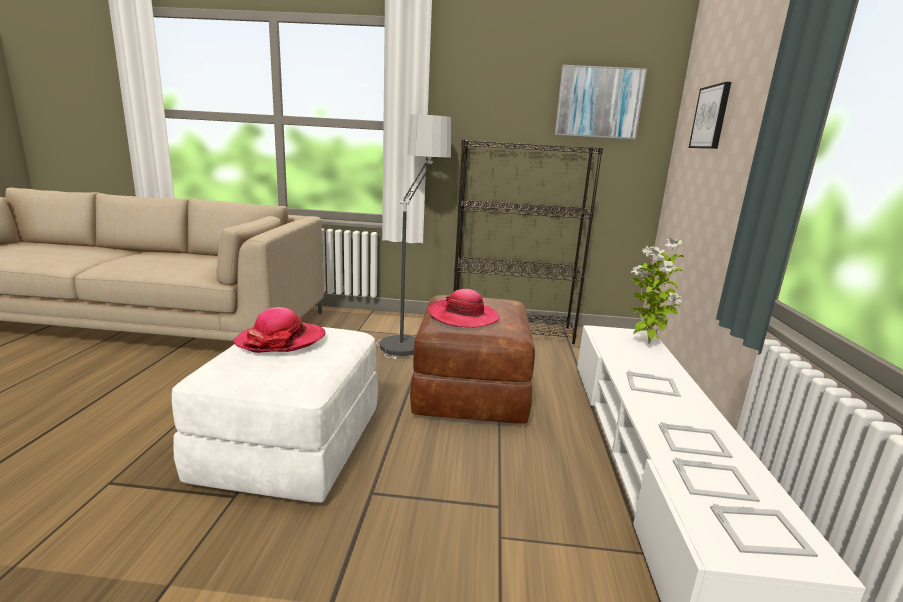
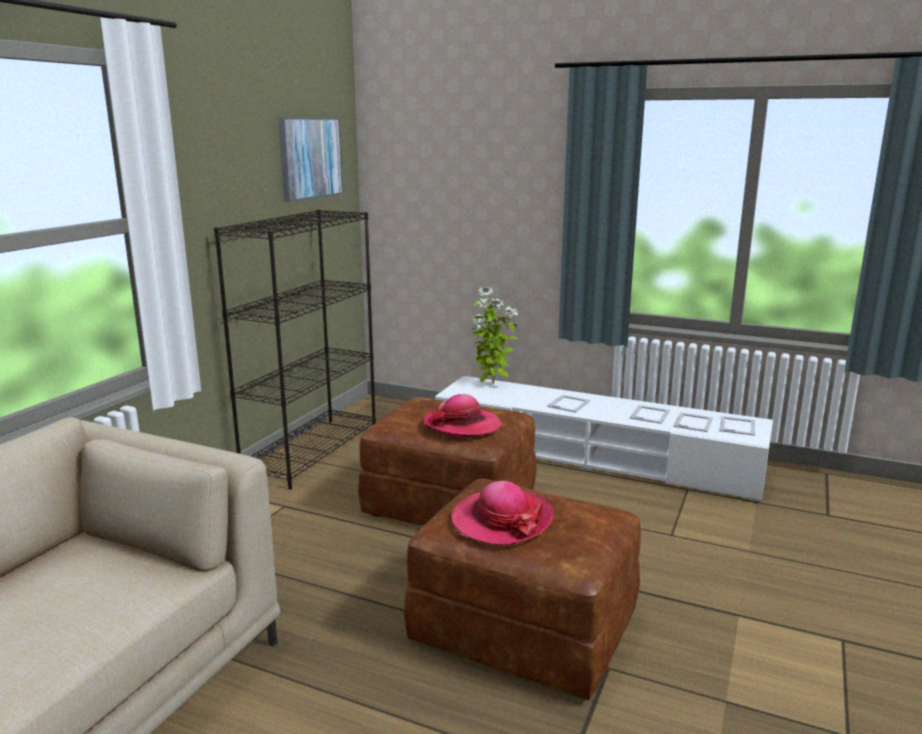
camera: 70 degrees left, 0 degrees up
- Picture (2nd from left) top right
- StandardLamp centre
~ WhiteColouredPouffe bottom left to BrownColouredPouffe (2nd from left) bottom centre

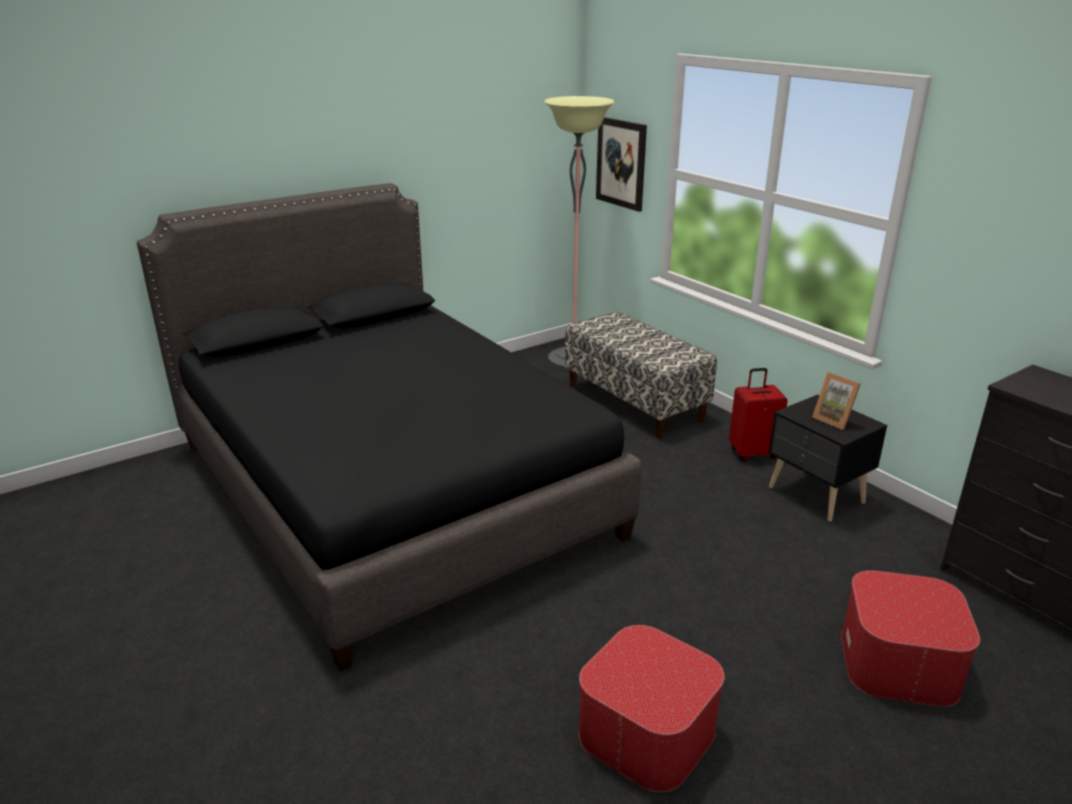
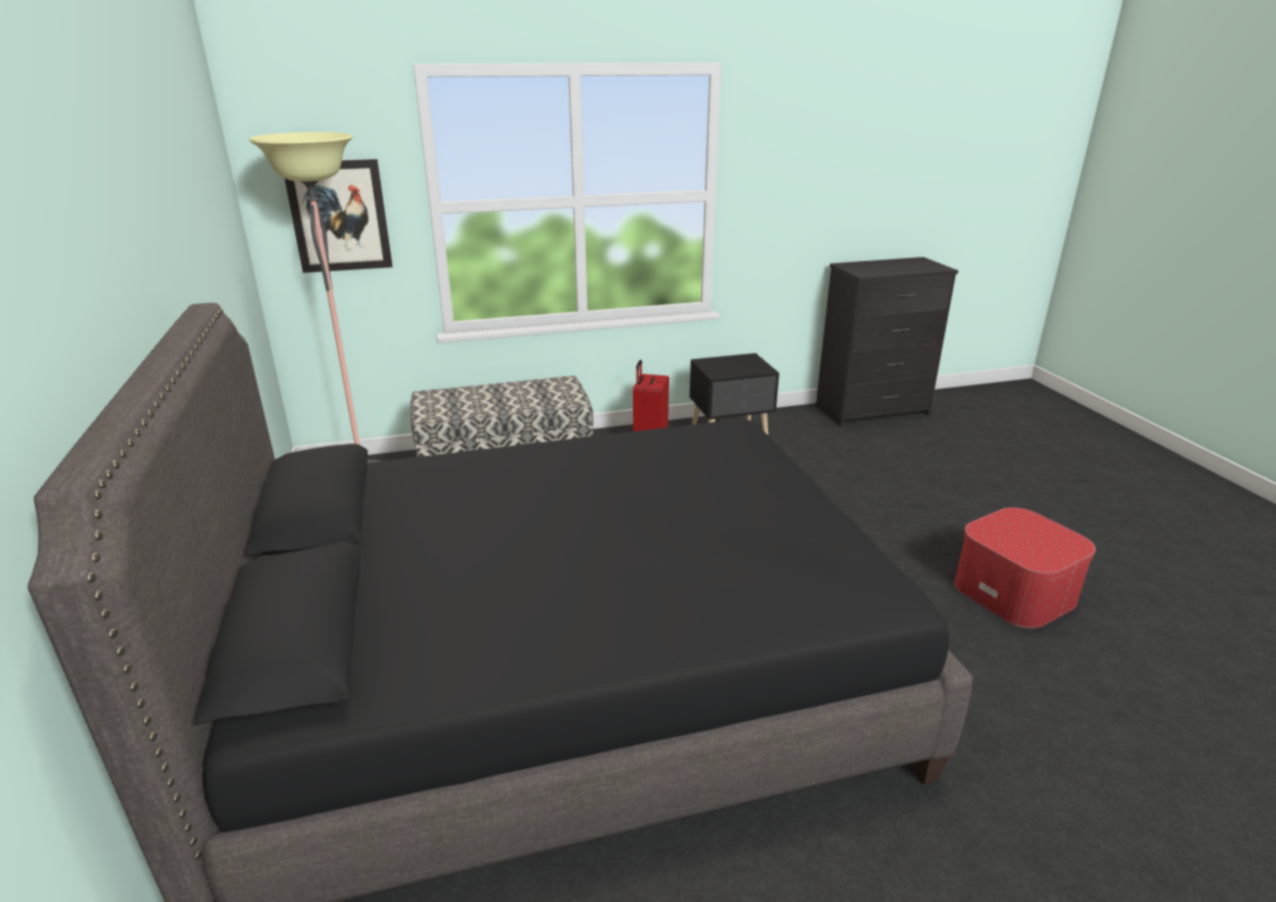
camera: 70 degrees left, 0 degrees up
- PictureFrame middle right
- Pouffe (2nd from left) bottom right

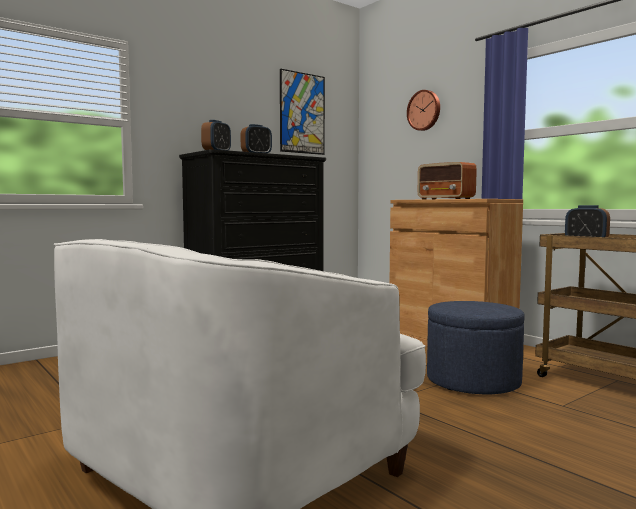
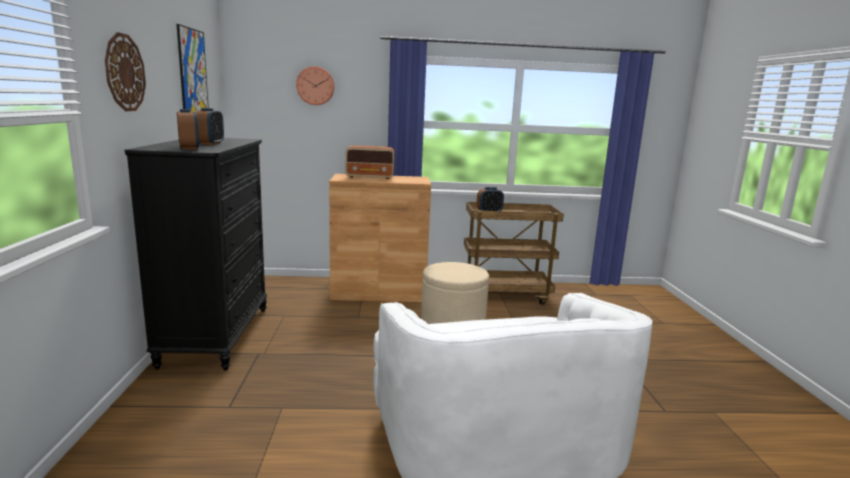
camera: 55 degrees left, 10 degrees up
~ BluePouffe bottom right to SandColouredPouffe centre
+ ClockOnTheWall (1st from left) top left

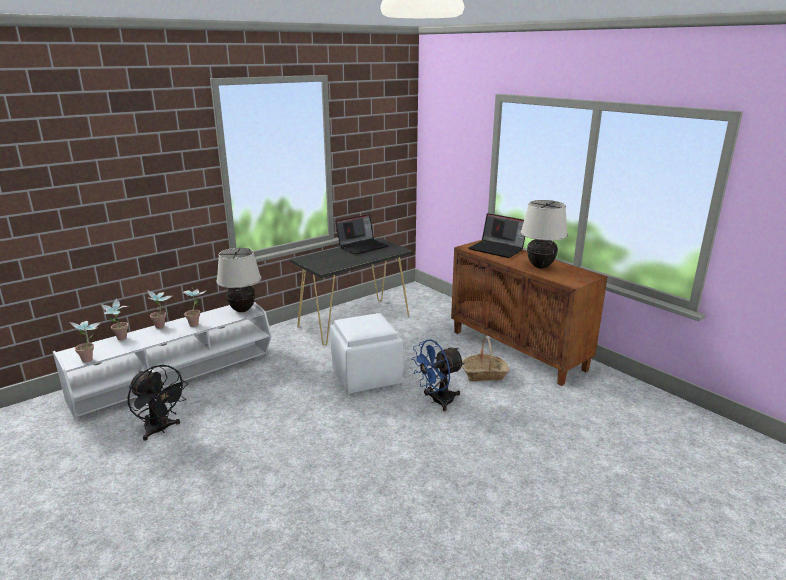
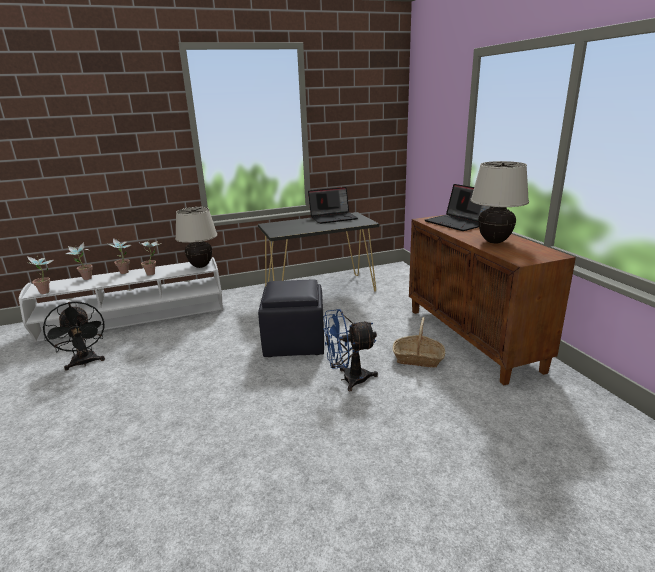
camera: 20 degrees right, 0 degrees up
~ WhiteColouredPouffe centre to BlackPouffe centre

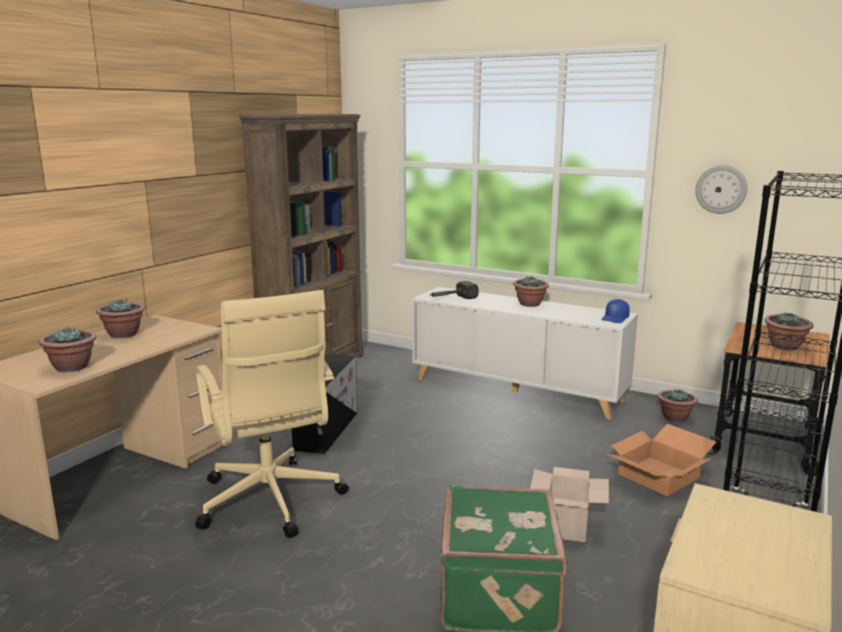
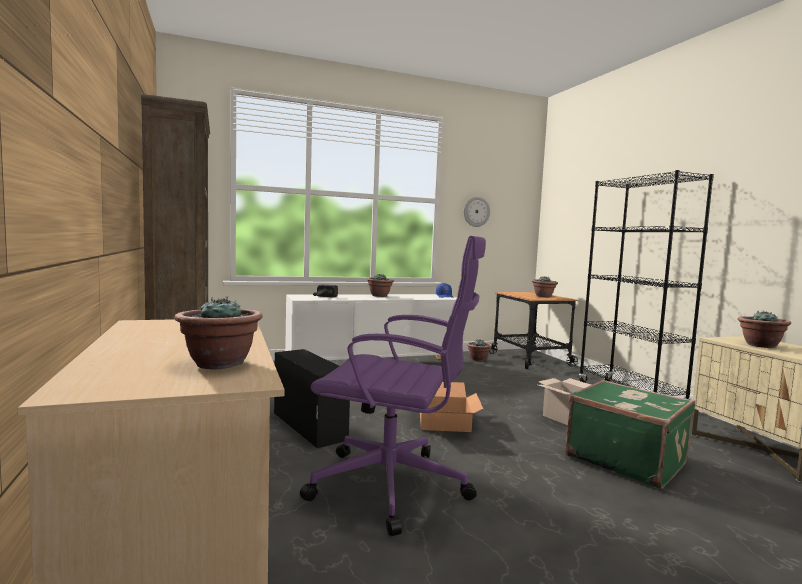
camera: 50 degrees left, 10 degrees down
~ SandColouredOfficeChair middle left to PurpleColouredOfficeChair centre
~ PottedPlant (2nd from left in the first image) middle left to PottedPlant (5th from left) middle right
~ CardboardBox (2nd from left in the first image) bottom right to CardboardBox (1st from left) bottom centre

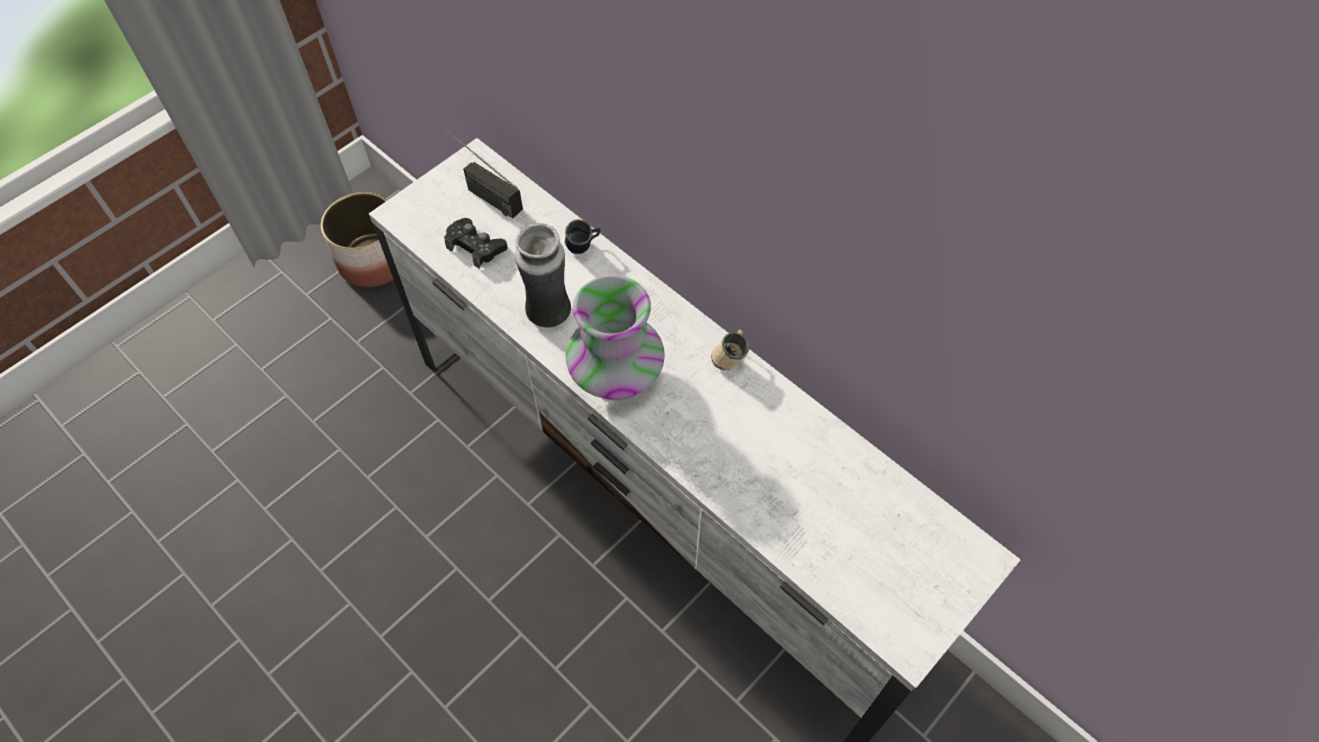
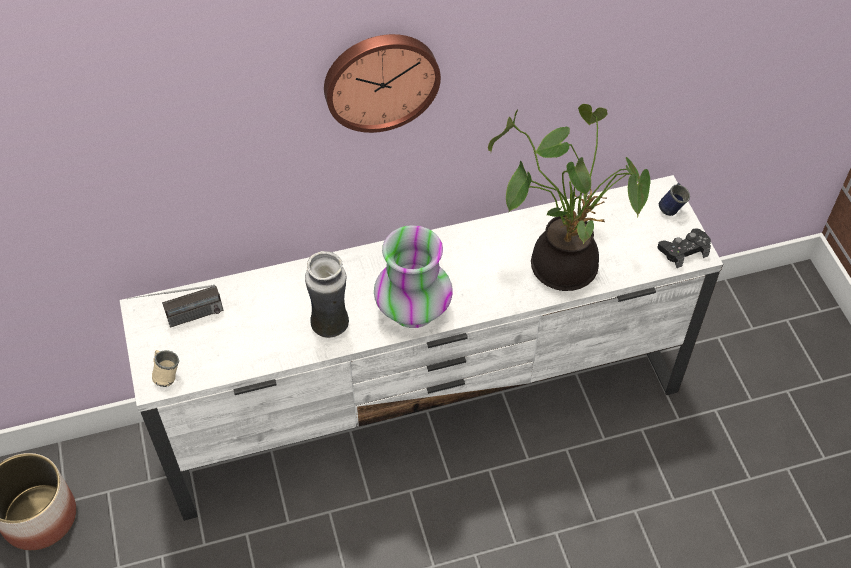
camera: 60 degrees left, 5 degrees down
~ BlackGamepad top centre to middle right
~ BlueMug top centre to middle right
~ SandColouredMug centre to middle left
+ ClockOnTheWall top centre
+ PottedPlant middle right

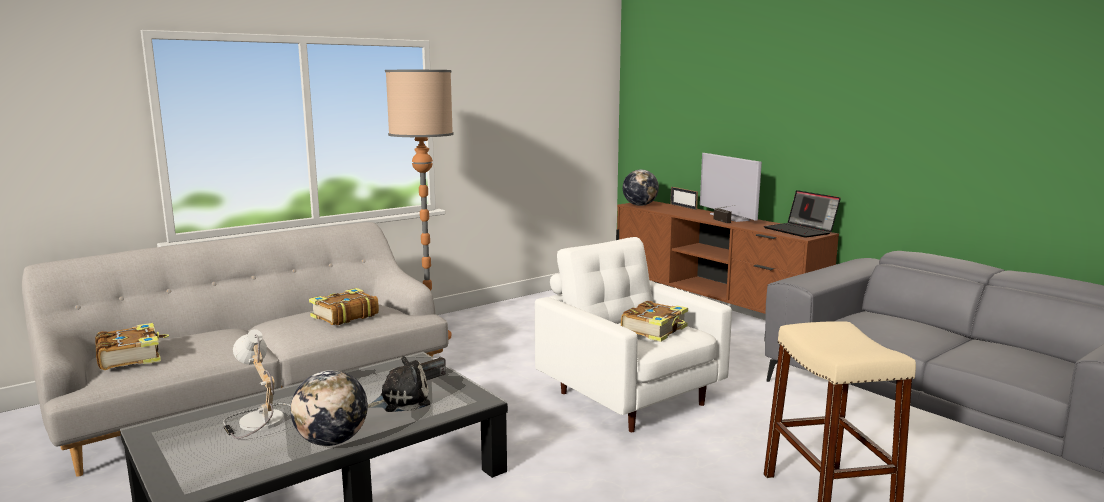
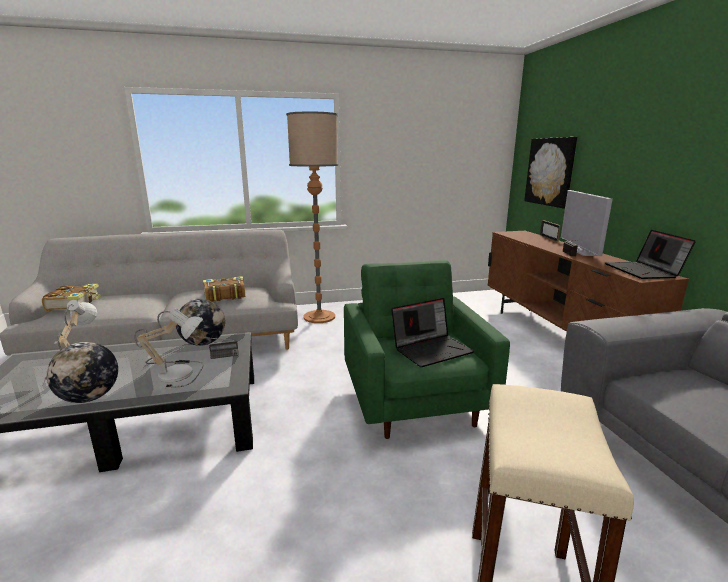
camera: 25 degrees right, 5 degrees up
~ DeskGlobe (2nd from left) centre to middle left
~ WhiteColouredEasyChair centre to GreenEasyChair centre
~ Book (3rd from left) centre to Laptop (1st from left) centre
~ PlushToy bottom centre to LampForATable (2nd from left) middle left
+ Picture top right

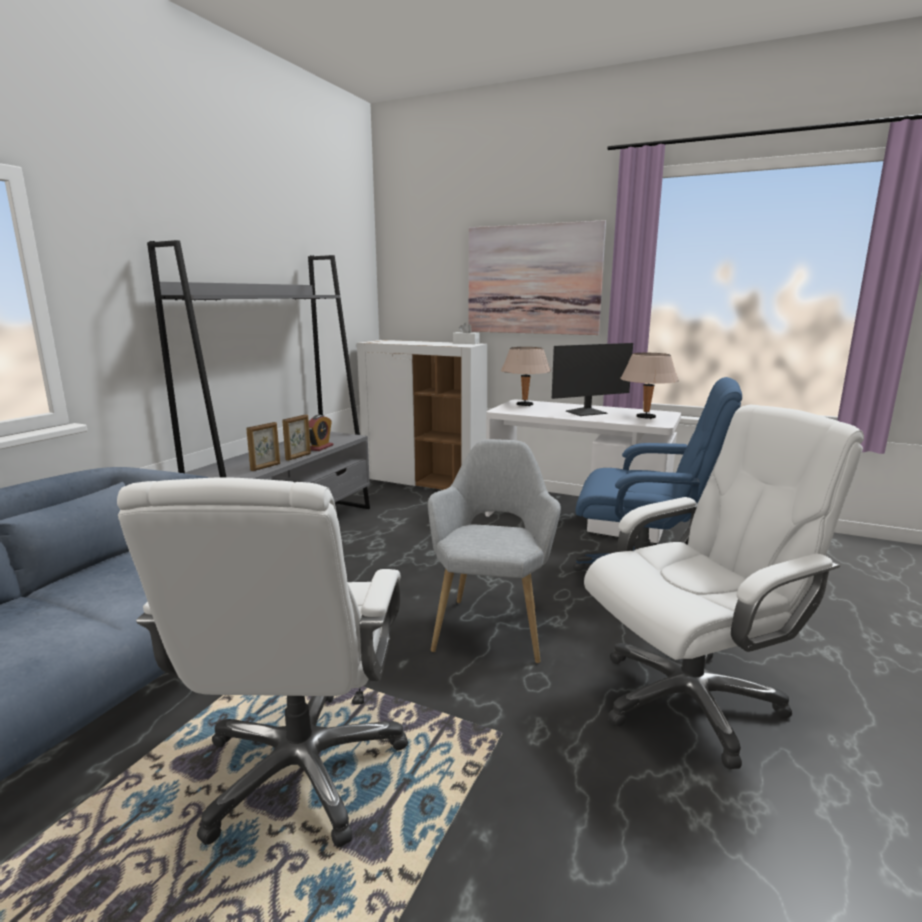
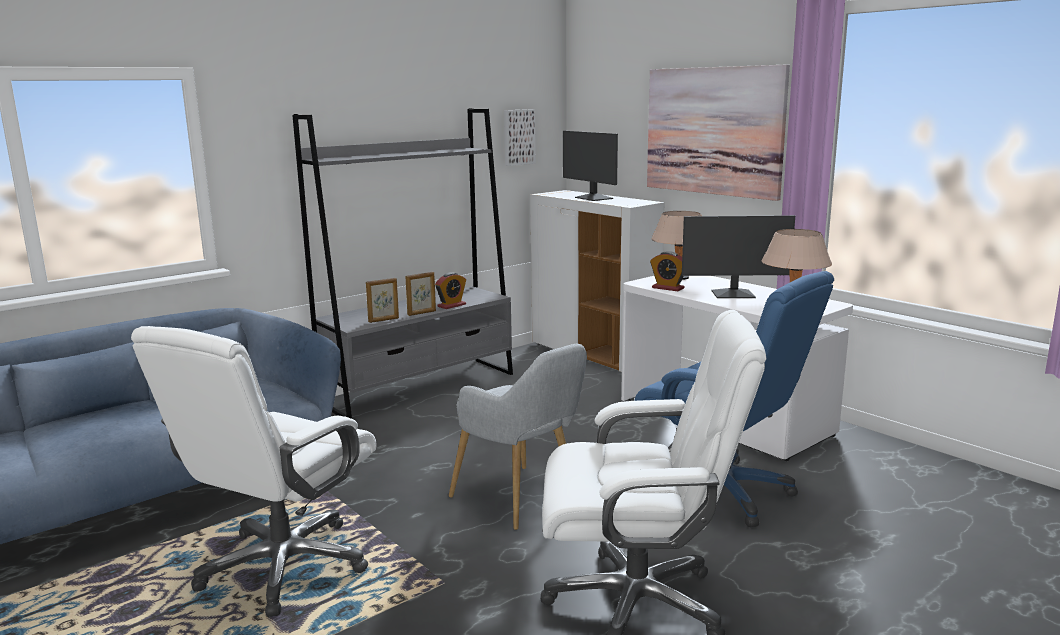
camera: 25 degrees right, 0 degrees up
- WhiteColouredTissueBox centre
~ GreyishEasyChair centre = bottom centre 105 degrees clockwise
+ Picture (1st from left) top centre
+ Monitor (1st from left) top centre
+ TableClock (2nd from left) centre

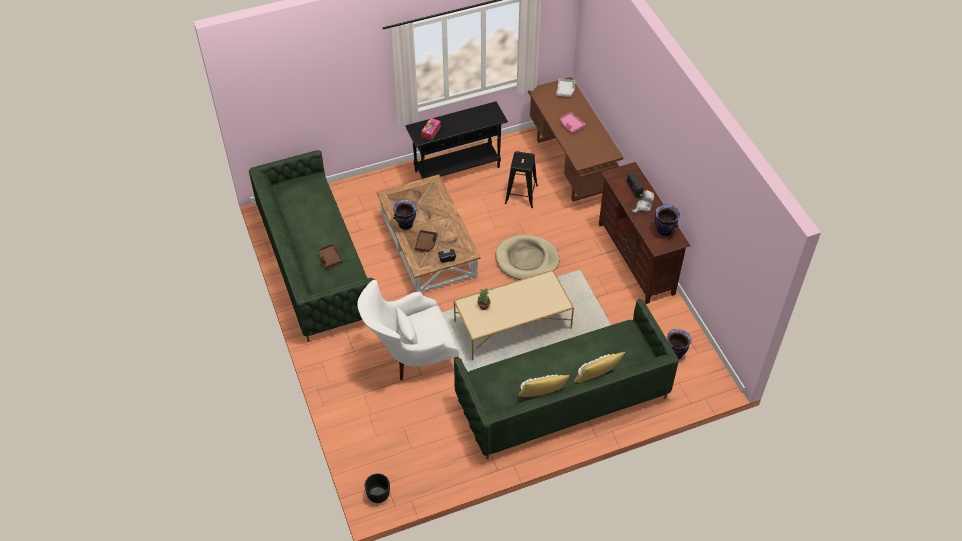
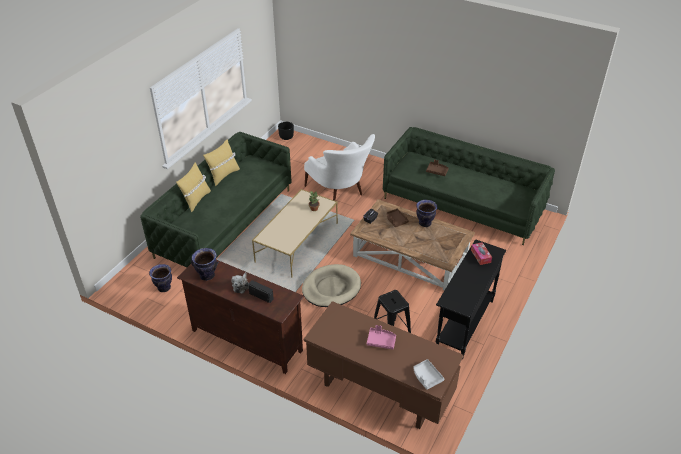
camera: 140 degrees right, 10 degrees down
~ WhiteColouredEasyChair centre = centre 120 degrees clockwise

